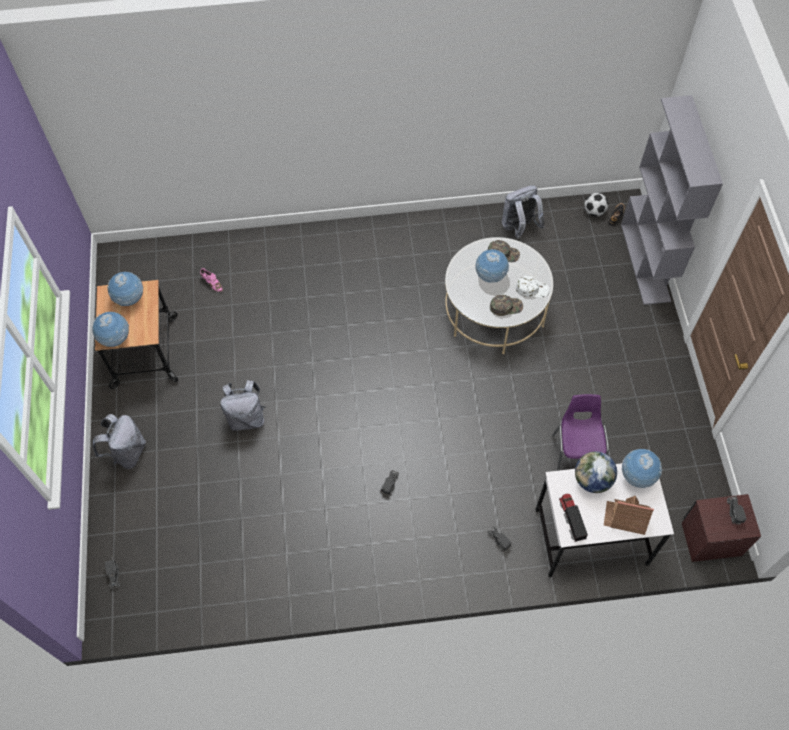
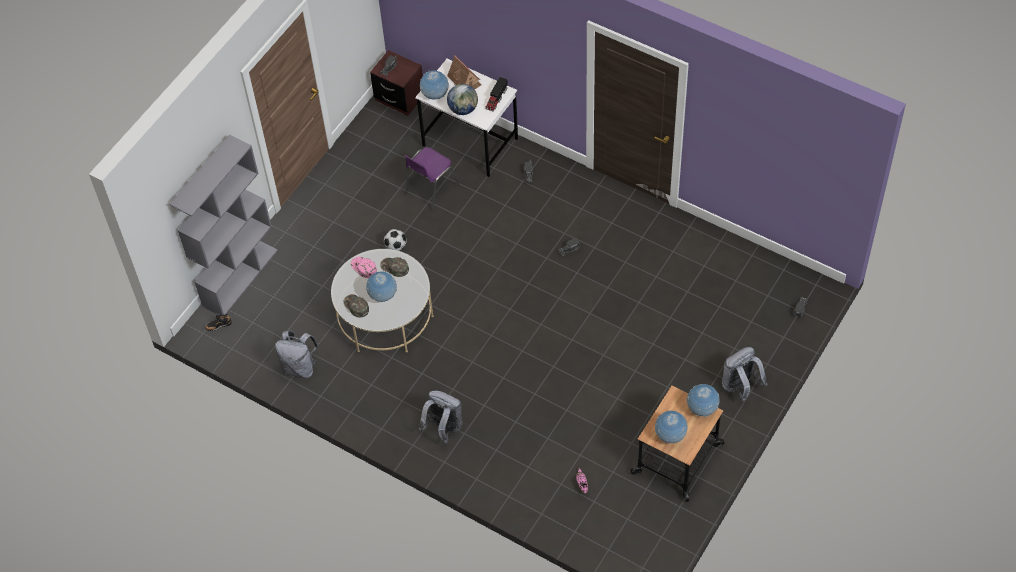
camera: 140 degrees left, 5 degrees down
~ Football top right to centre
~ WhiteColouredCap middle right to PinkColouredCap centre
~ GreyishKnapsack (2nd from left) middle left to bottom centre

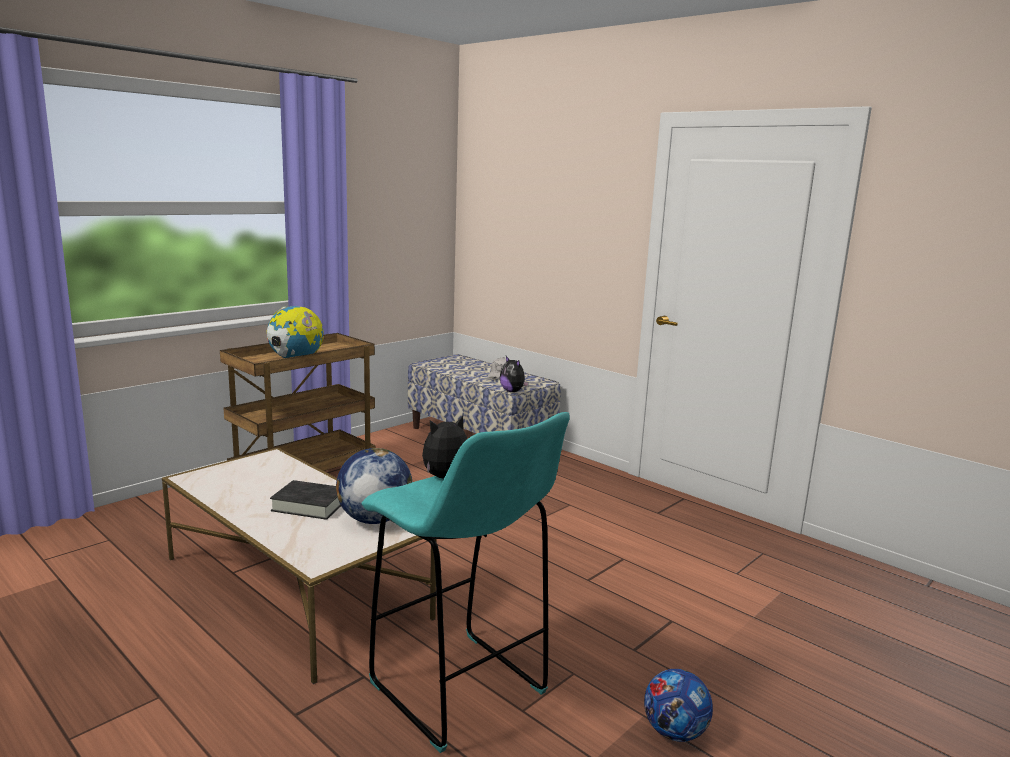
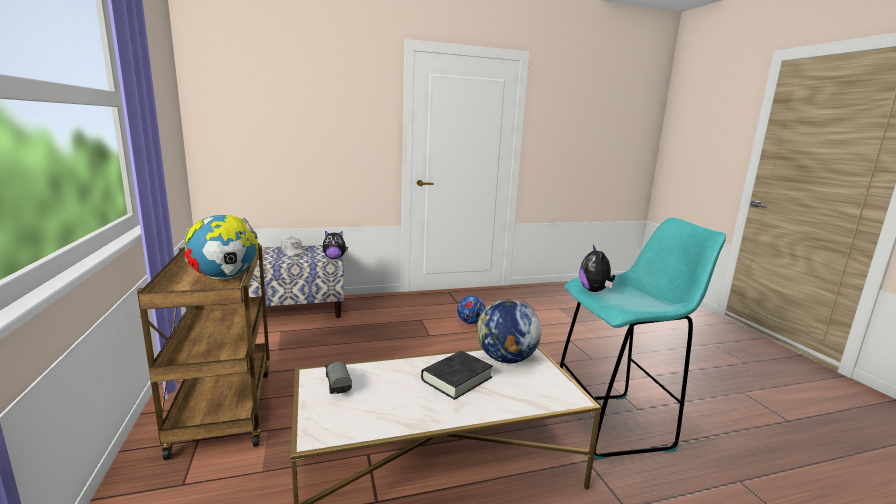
camera: 60 degrees left, 0 degrees up
~ Football bottom right to centre
+ ToyTruck bottom centre

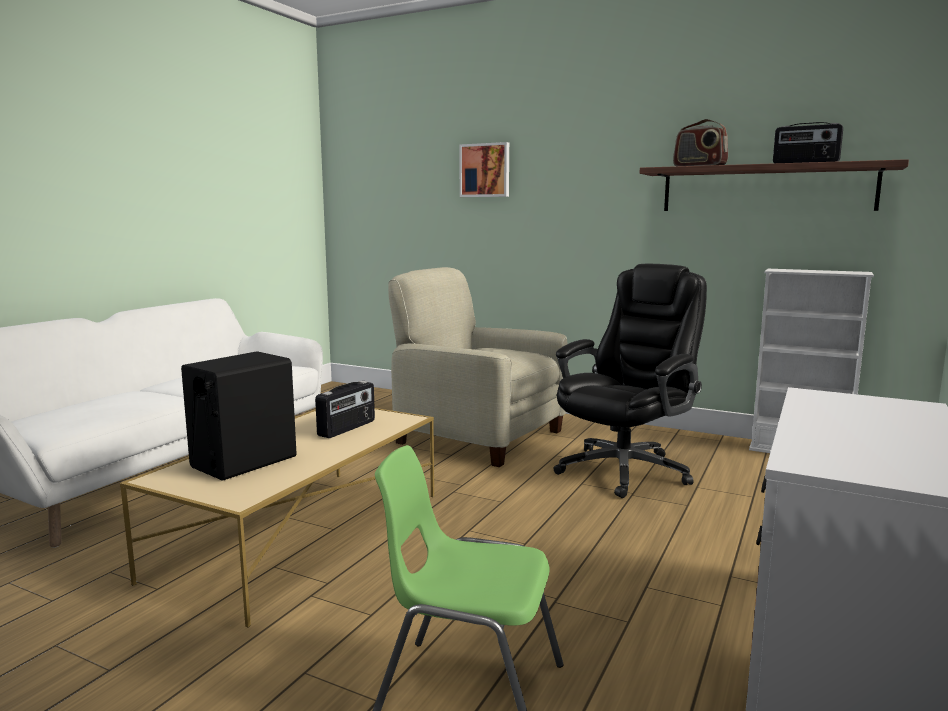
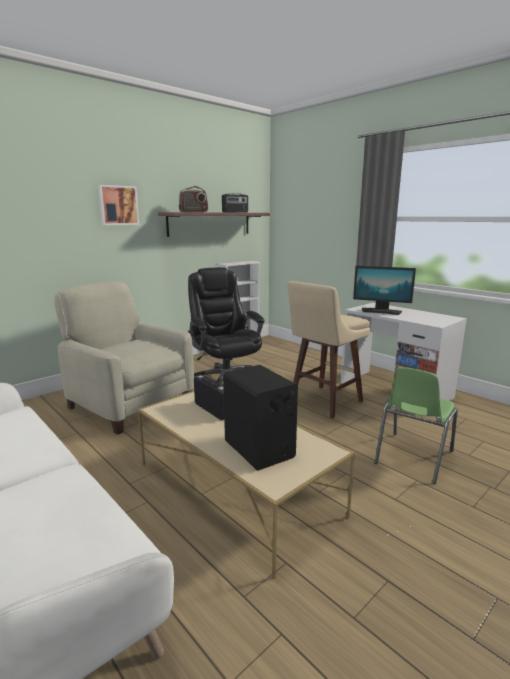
camera: 70 degrees left, 5 degrees up
~ Picture top centre to top left
~ SandColouredEasyChair centre = middle left 75 degrees clockwise
+ Monitor middle right
+ SandColouredSittingStool centre

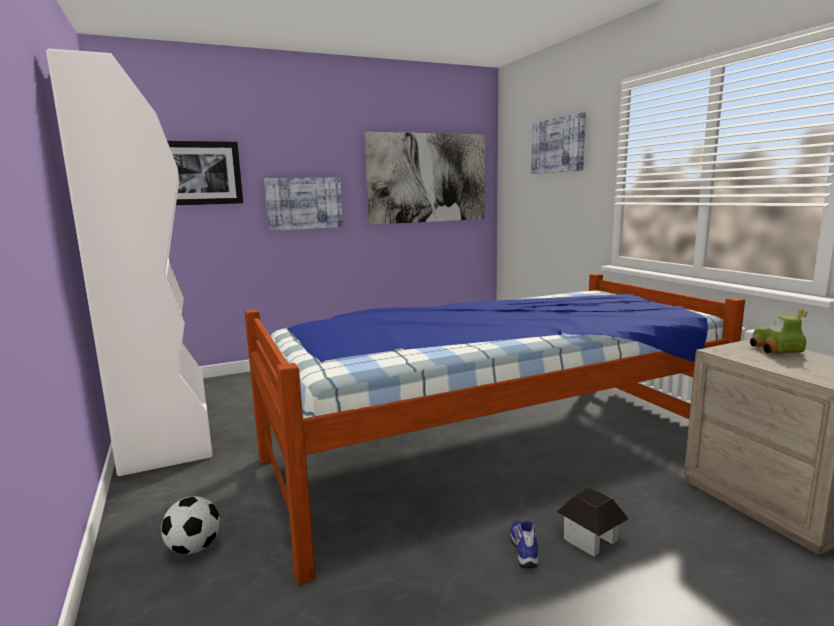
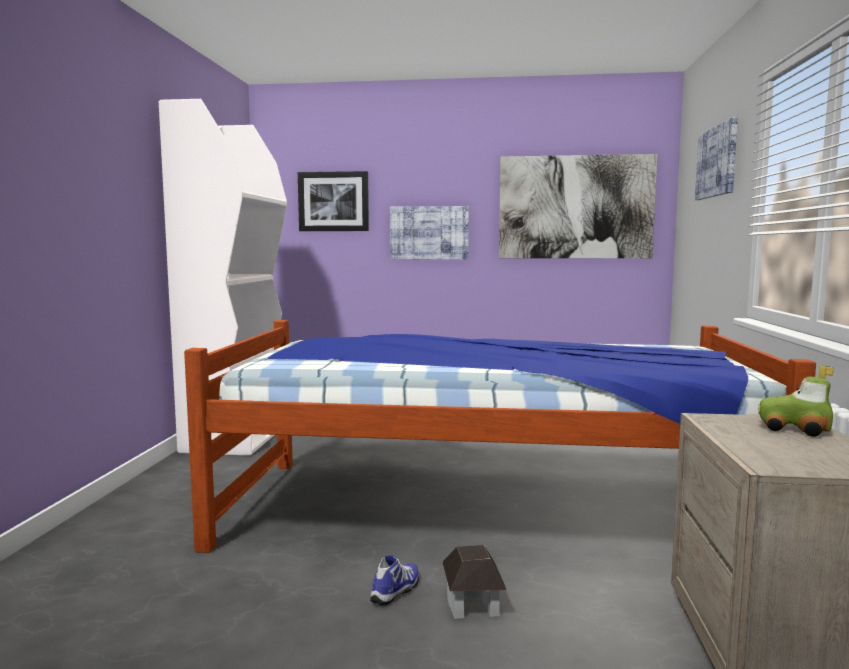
camera: 30 degrees right, 5 degrees down
~ ToyCar middle right = middle right 90 degrees counterclockwise
- Football bottom left

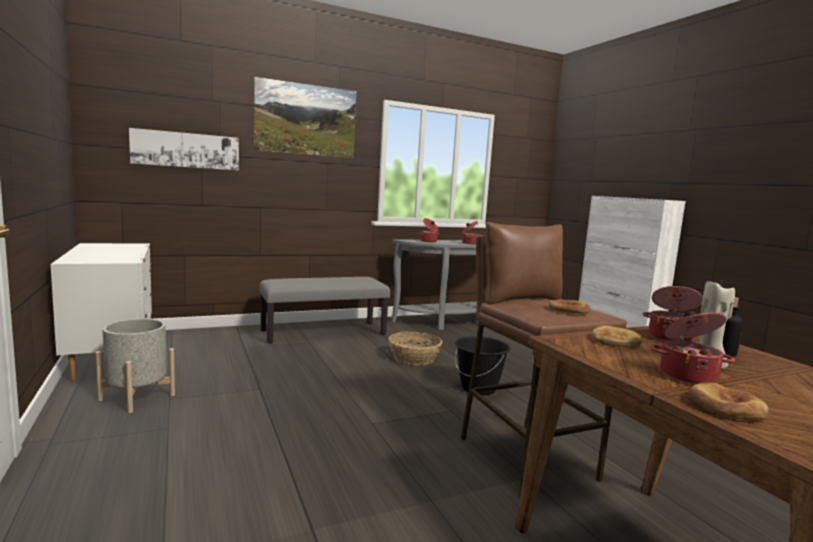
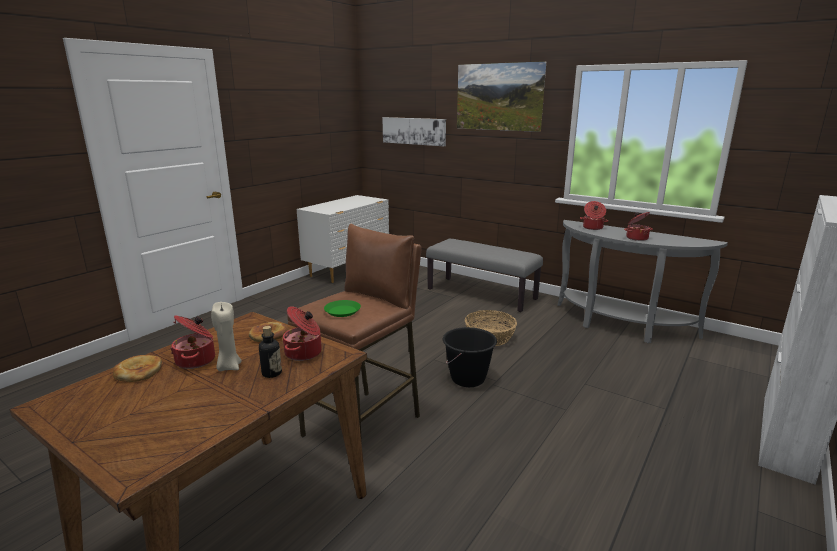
camera: 60 degrees right, 10 degrees up
~ BakedBread (1st from left) middle right to GreenDinnerPlate centre
- GreyishFlowerPot bottom left

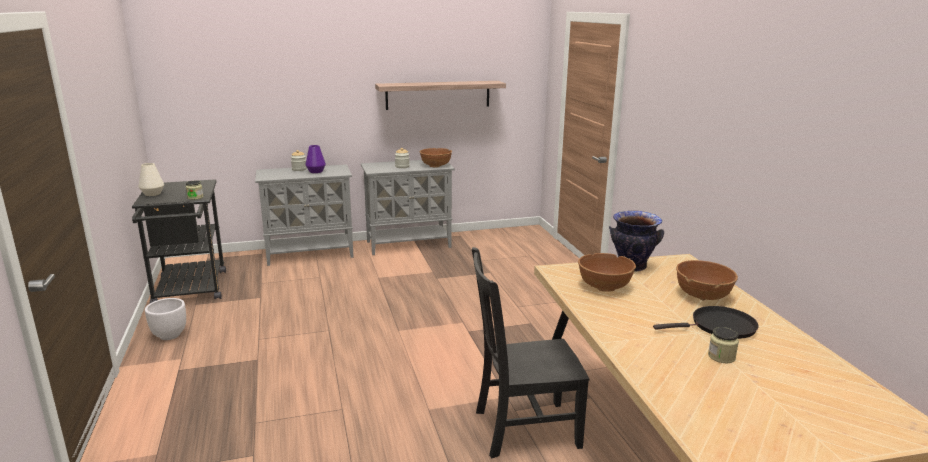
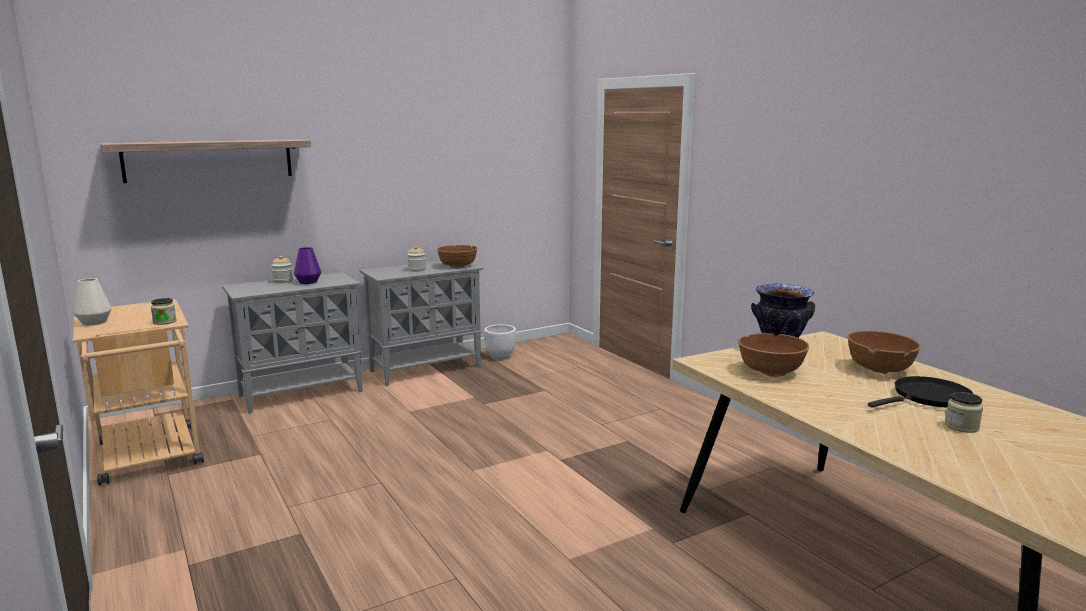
camera: 15 degrees left, 5 degrees down
~ Shelf top centre to top left
~ BlackWheeledCart middle left to SandColouredWheeledCart middle left
- BlackChair bottom centre
~ WhiteColouredFlowerPot bottom left to centre

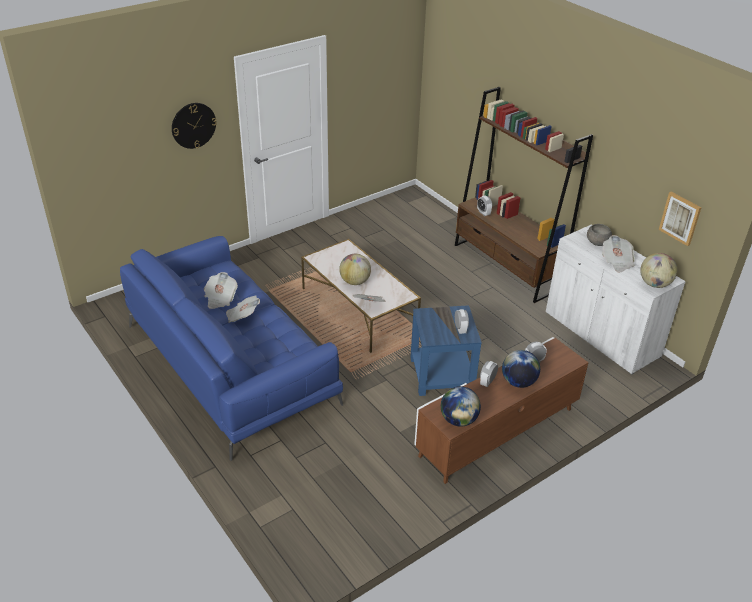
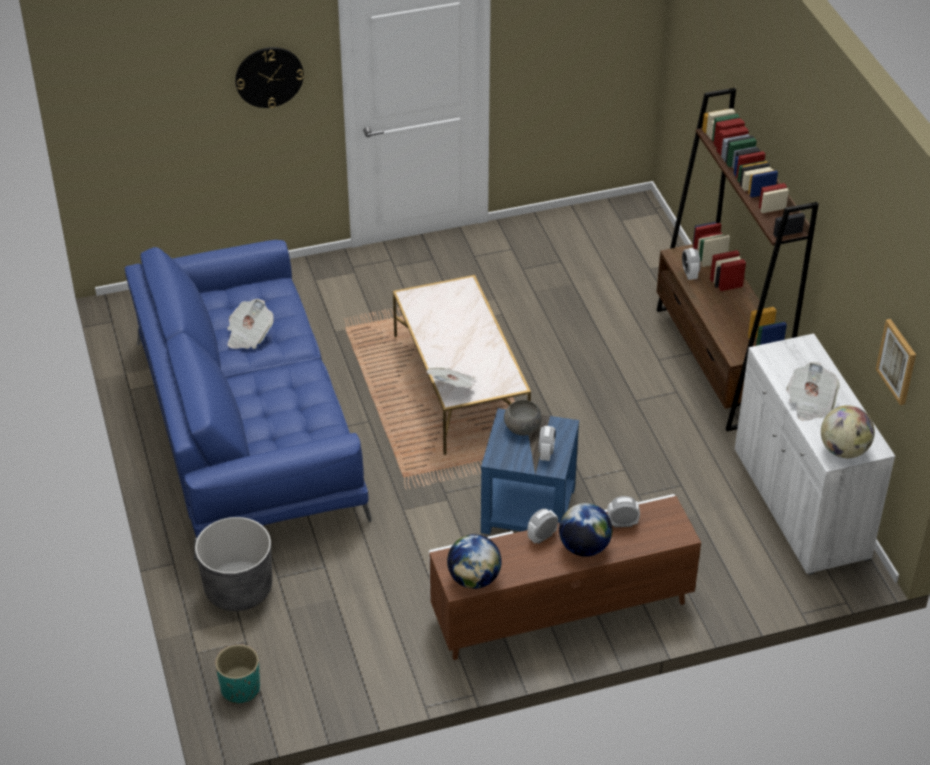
camera: 20 degrees right, 5 degrees up
~ GreyishBowl middle right to centre
- DeskGlobe (1st from left) centre
- PrintedPaper (2nd from left) middle left
+ GreyishFlowerPot bottom left
+ BlueGreenFlowerPot bottom left

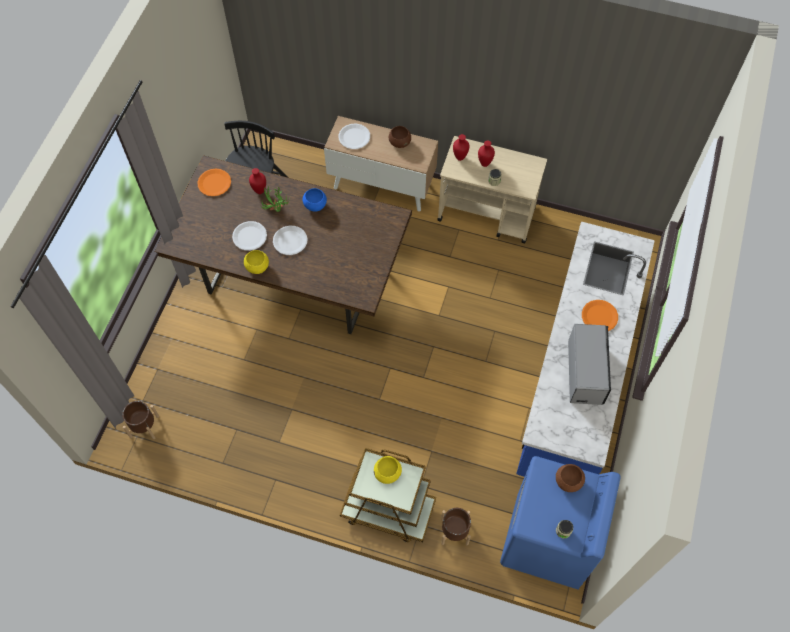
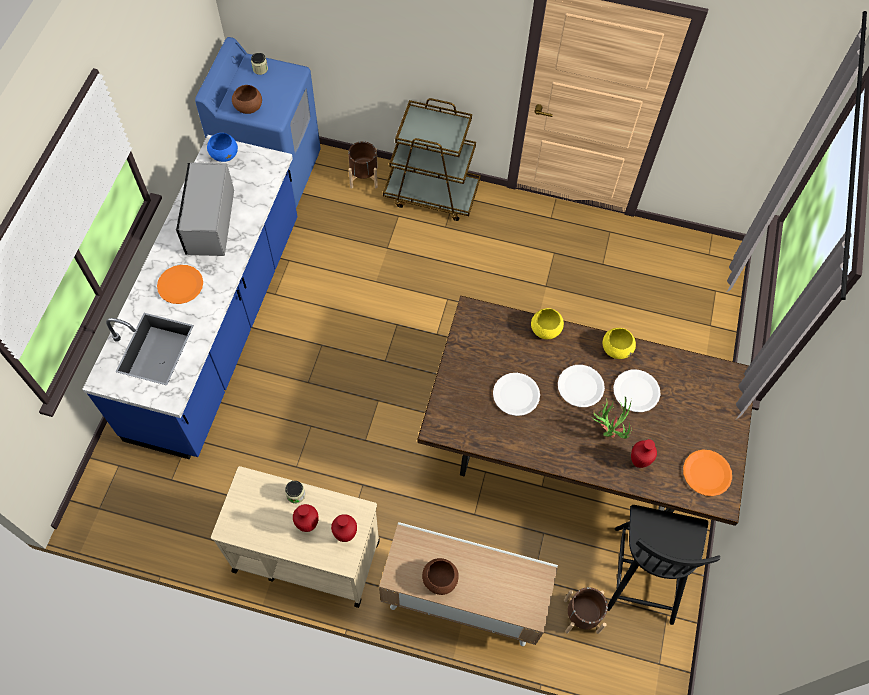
camera: 175 degrees right, 0 degrees up
~ WhiteColouredDinnerPlate (3rd from left in the first image) top centre to WhiteColouredDinnerPlate (1st from left) centre
~ BlueBowl top centre to top left
~ BrownColouredFlowerPot (1st from left in the first image) middle left to BrownColouredFlowerPot (2nd from left) bottom right
~ YellowishBowl (2nd from left in the first image) bottom centre to YellowishBowl (1st from left) centre

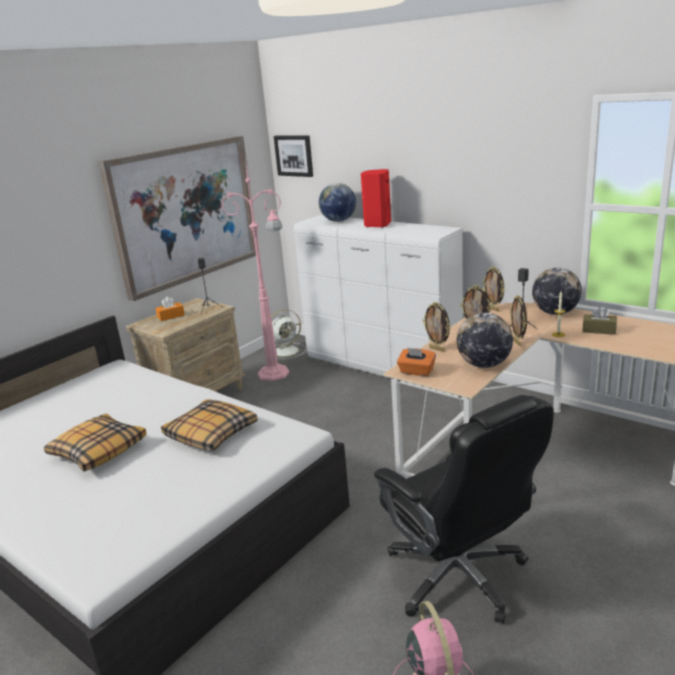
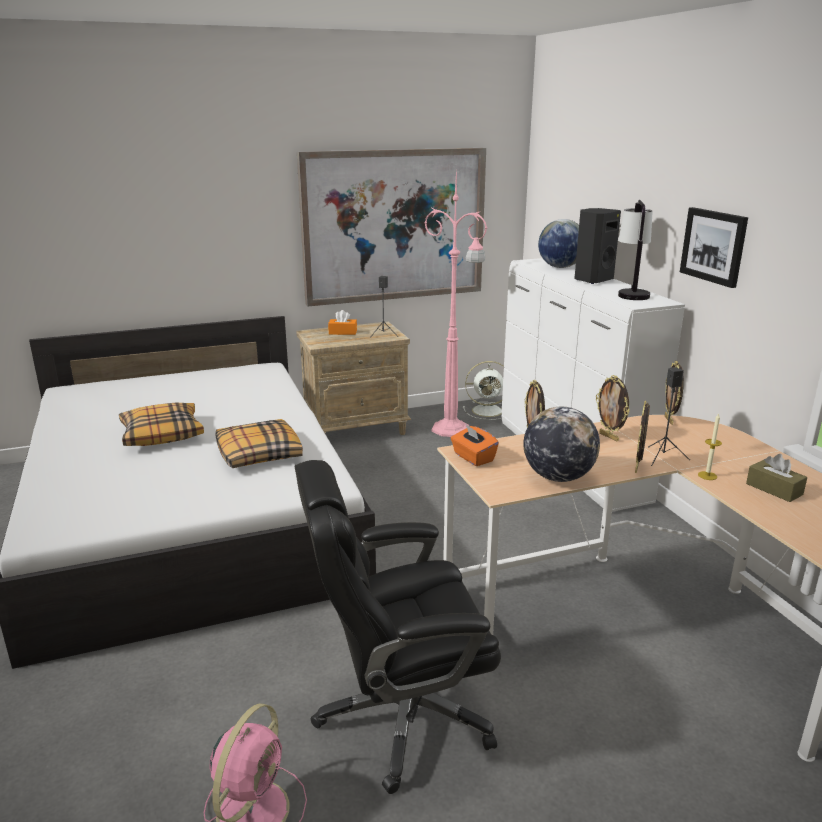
camera: 30 degrees right, 0 degrees up
~ Picture (2nd from left) top centre to top right
~ ReddishSpeaker top centre to BlackSpeaker (2nd from left) top right
- DeskGlobe (3rd from left) middle right
~ BlackOfficeChair bottom right = bottom centre 75 degrees clockwise
+ LampForATable top right

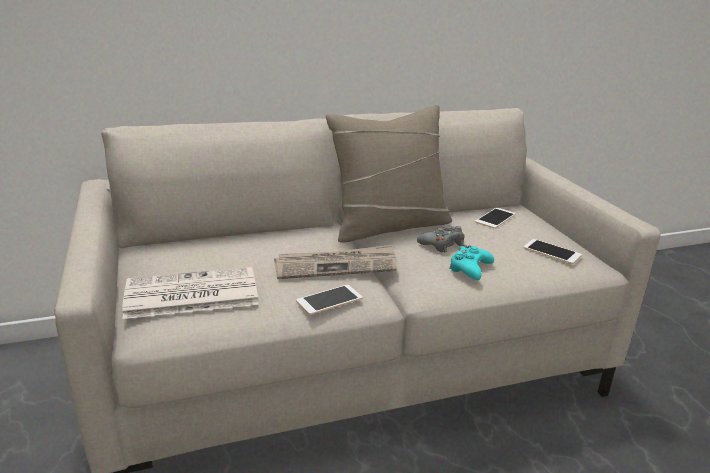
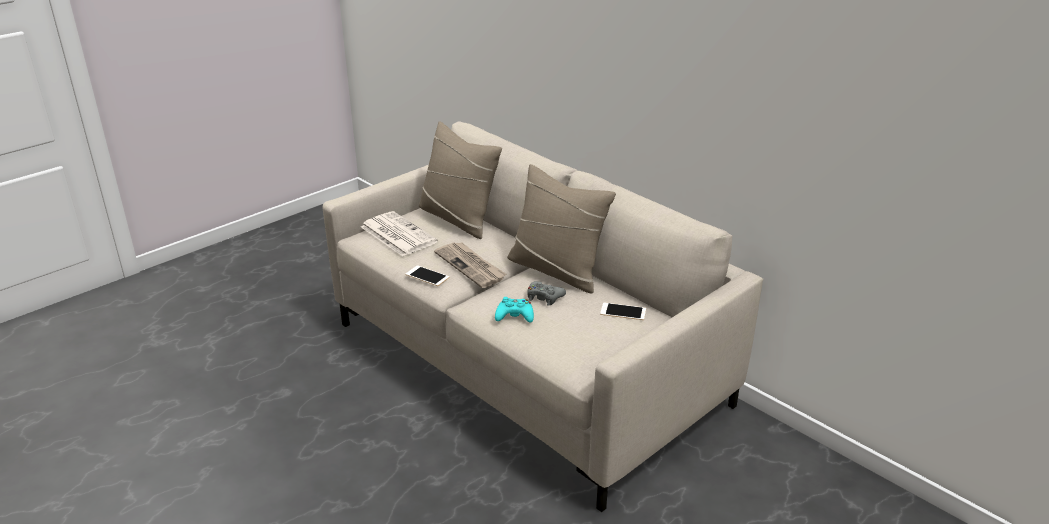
camera: 65 degrees right, 5 degrees up
- Handset (3rd from left) middle right
+ SandColouredPillow (1st from left) centre

